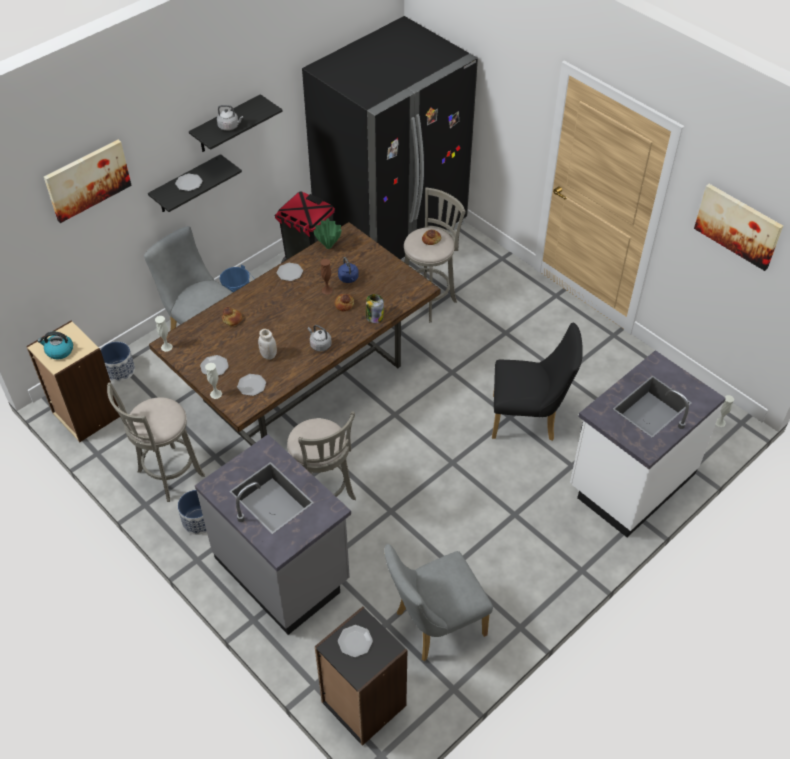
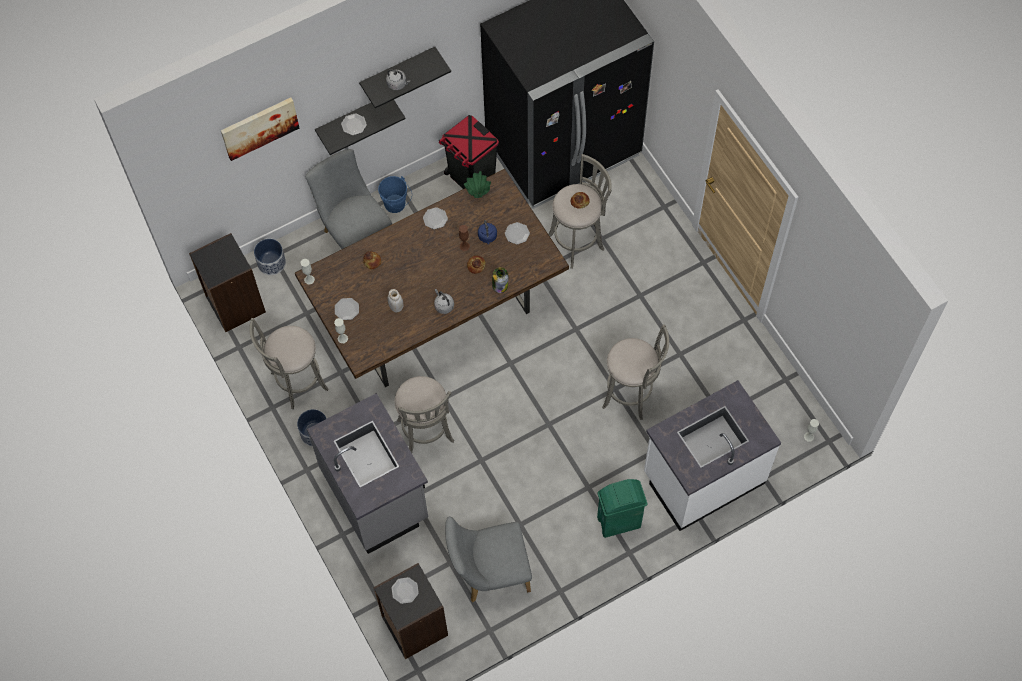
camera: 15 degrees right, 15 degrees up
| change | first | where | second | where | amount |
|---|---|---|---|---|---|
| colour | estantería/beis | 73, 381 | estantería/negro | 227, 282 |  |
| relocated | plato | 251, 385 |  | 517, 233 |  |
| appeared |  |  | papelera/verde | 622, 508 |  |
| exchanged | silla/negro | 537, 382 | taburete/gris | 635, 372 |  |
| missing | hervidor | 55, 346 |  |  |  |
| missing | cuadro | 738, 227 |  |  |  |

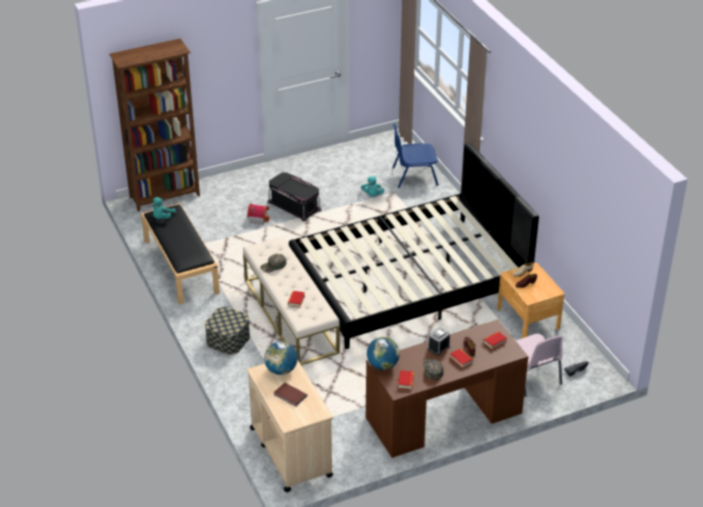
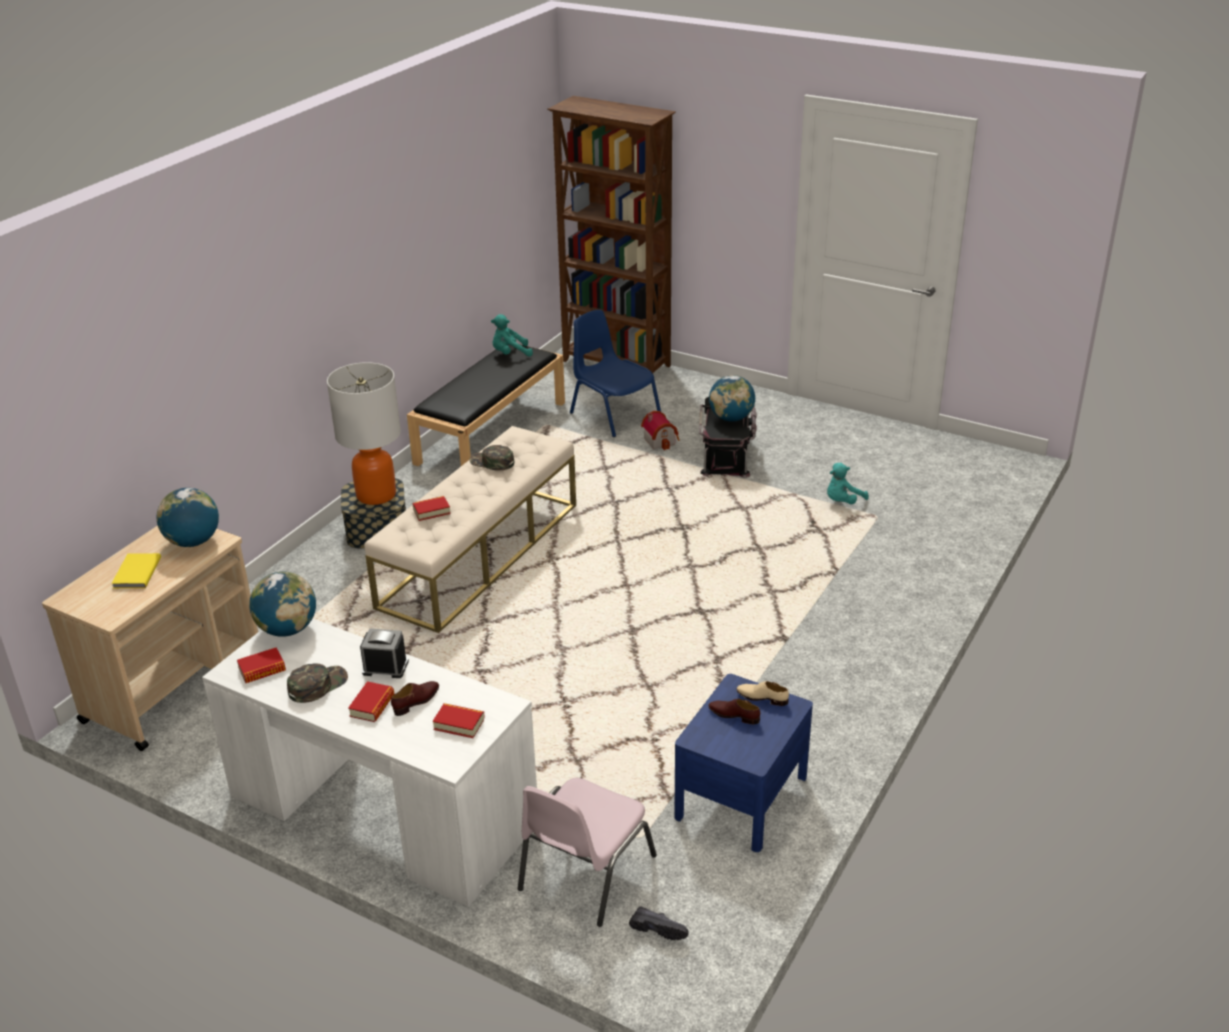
camera: 55 degrees right, 5 degrees down
| change | first | where | second | where | amount |
|---|---|---|---|---|---|
| colour | libro/marrón | 290, 395 | libro/amarillo | 136, 570 |  |
| colour | escritorio/marrón | 447, 388 | escritorio/blanco | 369, 762 |  |
| appeared |  |  | lámpara de mesa | 364, 433 |  |
| relocated | silla/azul | 415, 156 |  | 615, 373 |  |
| colour | mesita de noche/marrón | 531, 300 | mesita de noche/azul | 743, 763 |  |
| appeared |  |  | globo terráqueo | 732, 398 |  |
| missing | cama/negro | 414, 246 |  |  |  |

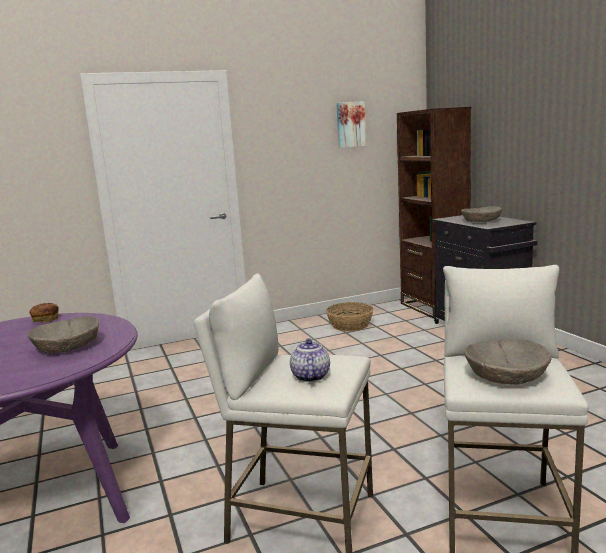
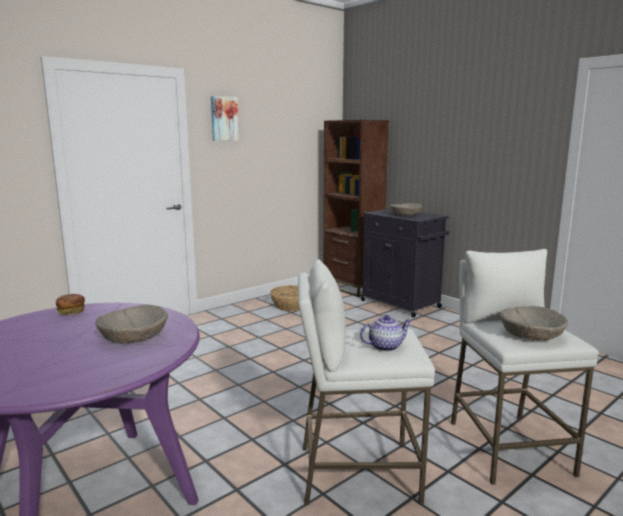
camera: 20 degrees left, 0 degrees up
| change | first | where | second | where | amount |
|---|---|---|---|---|---|
| relocated | cuadro | 351, 124 |  | 225, 118 |  |
| spun | tetera | 310, 360 |  | 385, 333 | 90 degrees clockwise |

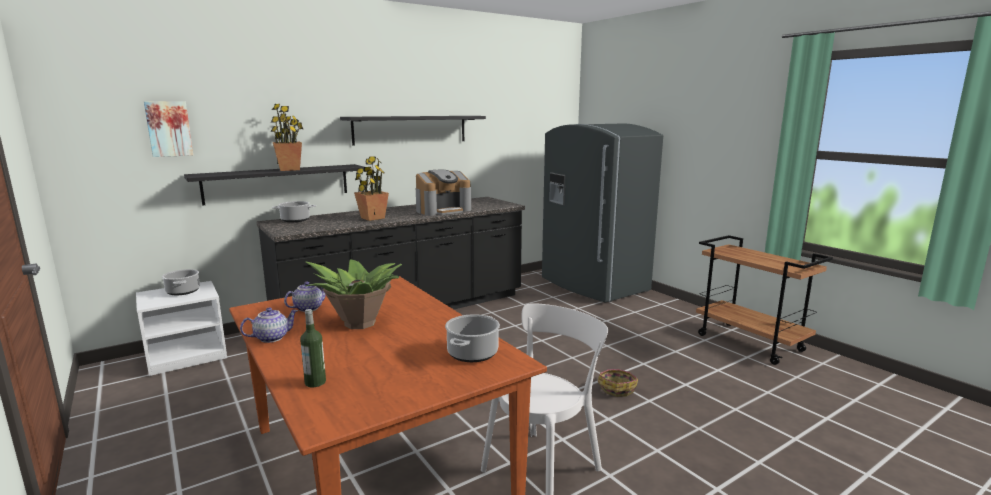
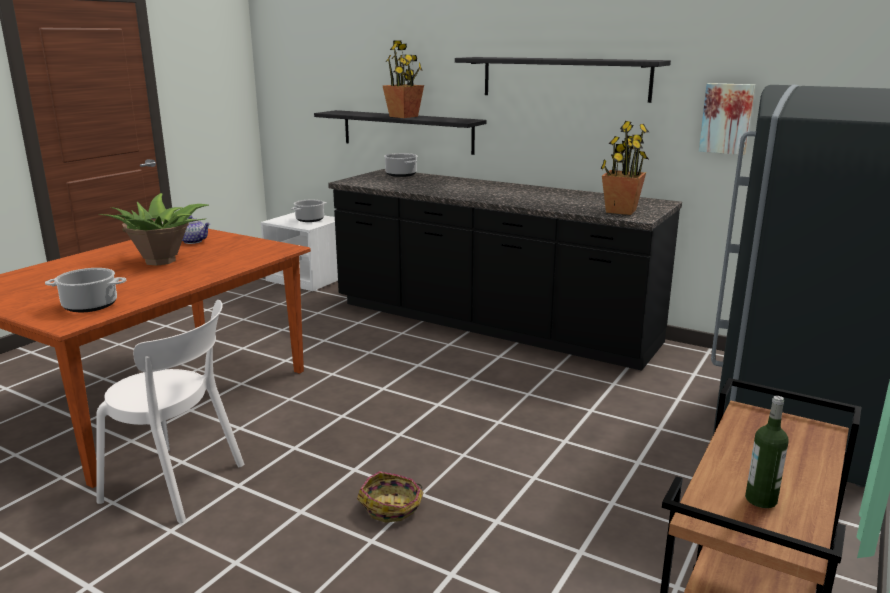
camera: 65 degrees right, 5 degrees up
| change | first | where | second | where | amount |
|---|---|---|---|---|---|
| relocated | planta en maceta | 371, 189 |  | 625, 168 |  |
| relocated | cuadro | 168, 129 |  | 727, 119 |  |
| relocated | botella | 313, 348 |  | 767, 452 |  |
| missing | tetera | 269, 325 |  |  |  |
| missing | cafetera | 443, 193 |  |  |  |

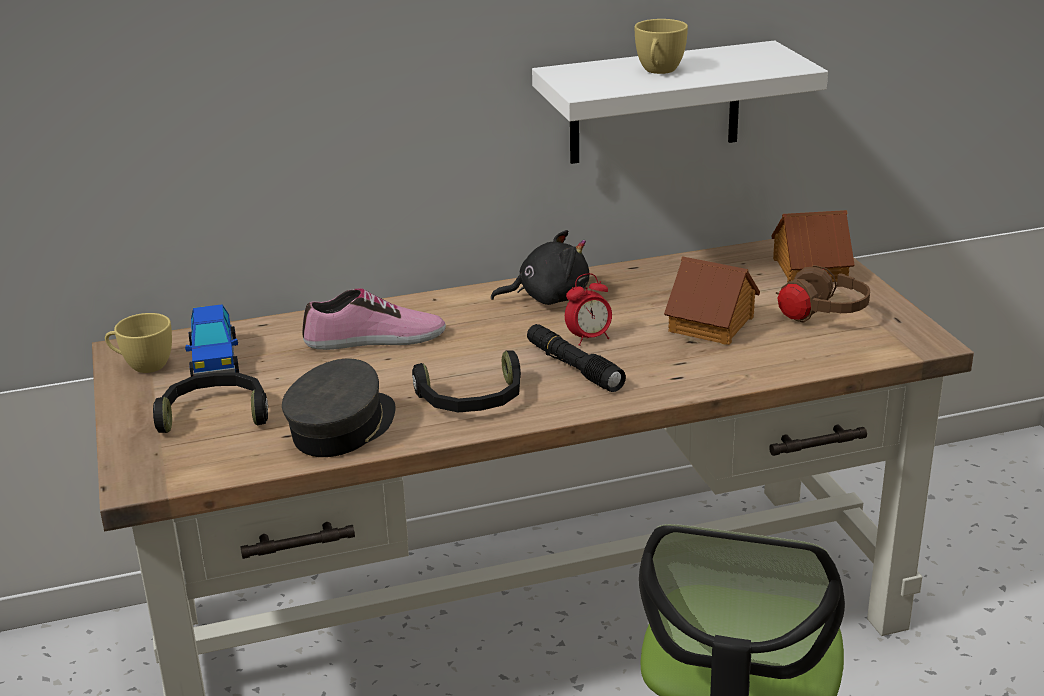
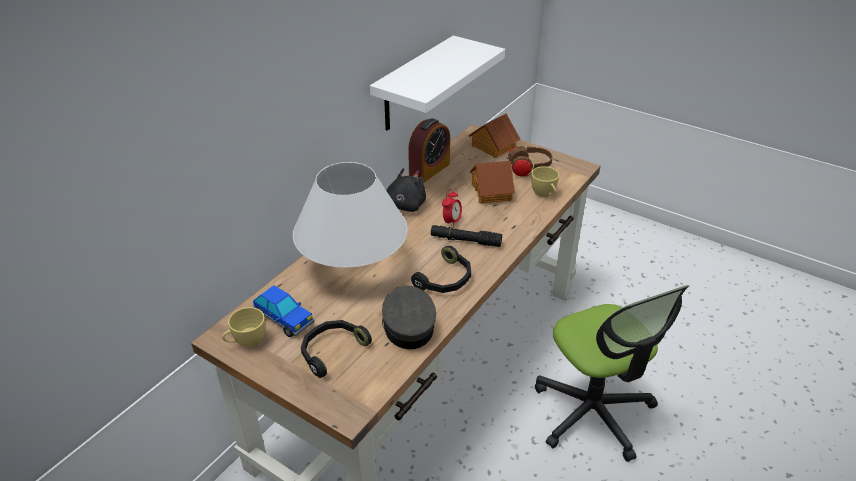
camera: 40 degrees left, 10 degrees up
| change | first | where | second | where | amount |
|---|---|---|---|---|---|
| exchanged | zapato | 374, 319 | lámpara de mesa/blanco | 350, 215 |  |
| appeared |  |  | despertador | 429, 150 |  |
| relocated | taza/amarillo | 661, 46 |  | 545, 181 |  |

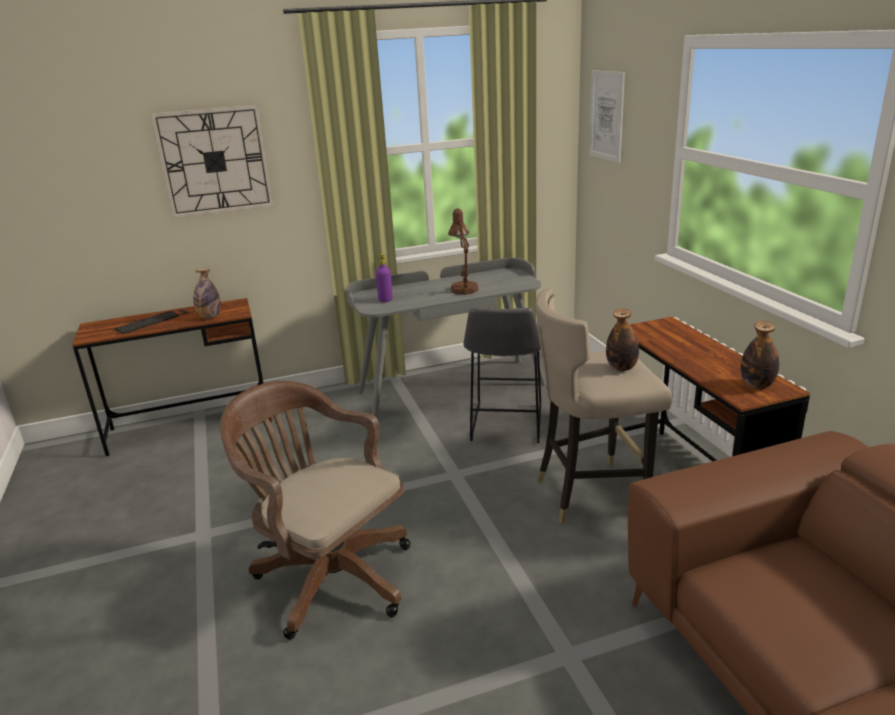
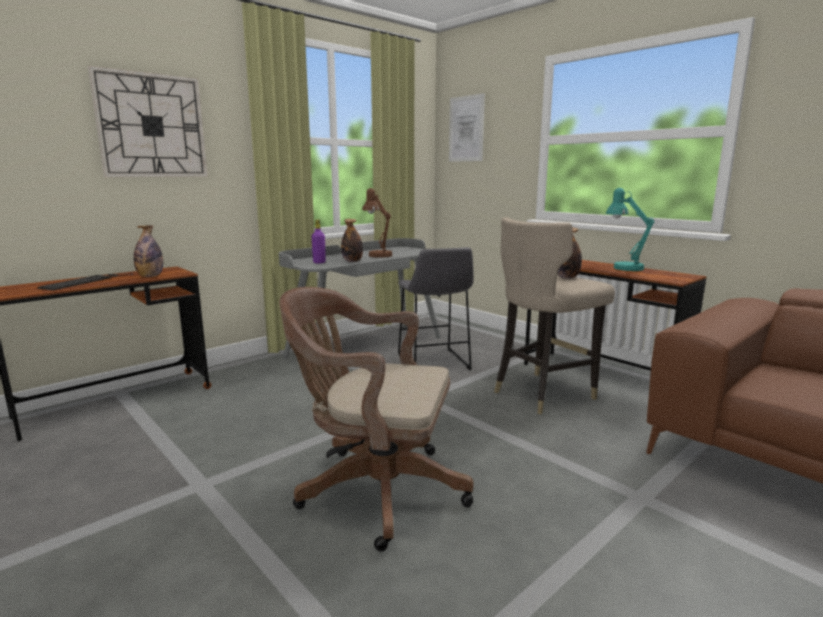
camera: 25 degrees left, 10 degrees down
| change | first | where | second | where | amount |
|---|---|---|---|---|---|
| relocated | botella | 760, 354 |  | 352, 240 |  |
| appeared |  |  | lámpara de mesa/turquesa | 630, 229 |  |

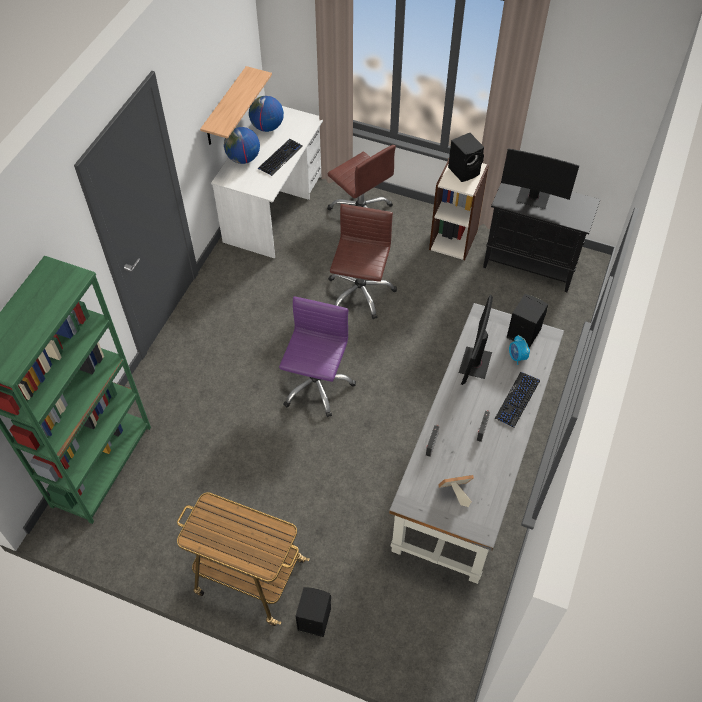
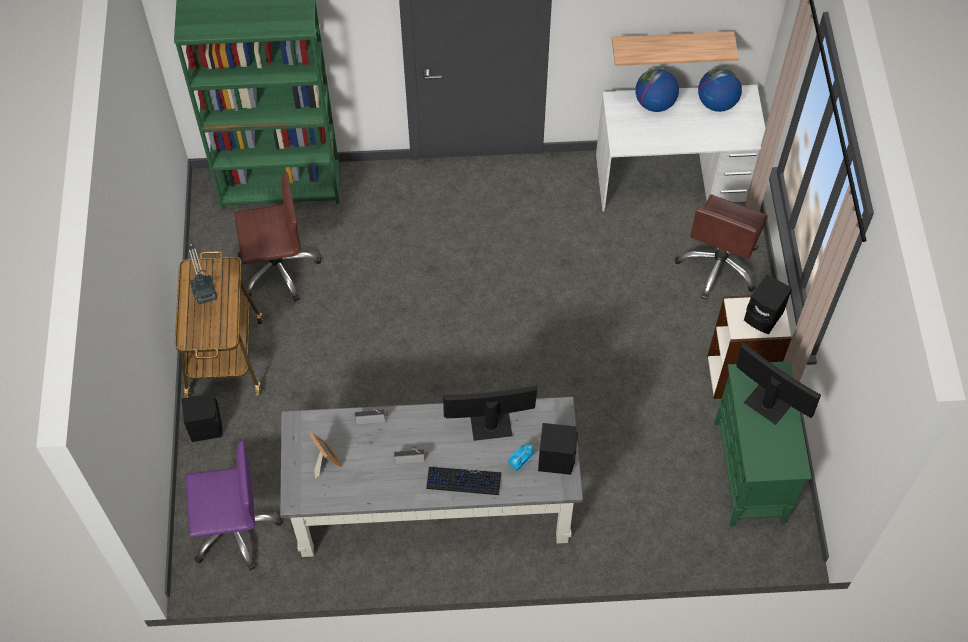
camera: 65 degrees right, 5 degrees up
| change | first | where | second | where | amount |
|---|---|---|---|---|---|
| relocated | silla de oficina/morado | 317, 356 |  | 234, 505 |  |
| appeared |  |  | lámpara de mesa | 203, 273 |  |
| relocated | silla de oficina/marrón | 362, 261 |  | 277, 237 |  |
| colour | armario/negro | 541, 237 | armario/verde | 763, 444 |  |
| spun | monitor | 540, 178 |  | 778, 383 | 135 degrees clockwise |
| missing | teclado | 280, 157 |  |  |  |

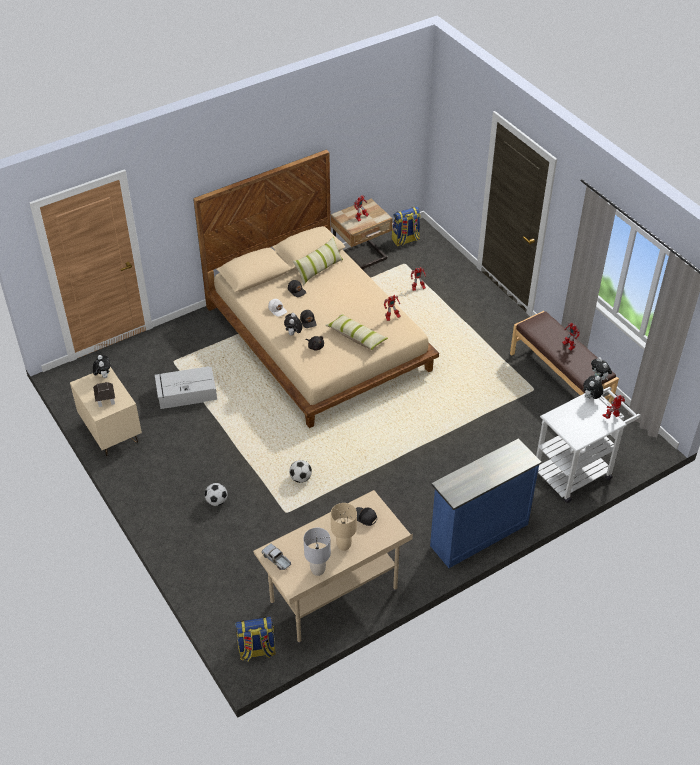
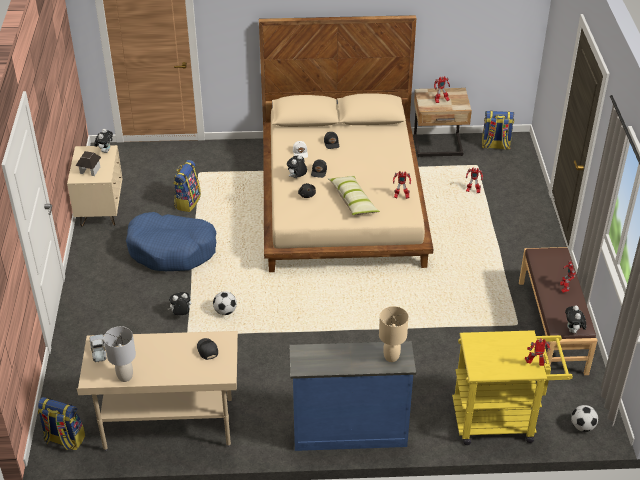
camera: 30 degrees right, 5 degrees down
| change | first | where | second | where | amount |
|---|---|---|---|---|---|
| appeared |  |  | cama para perro/azul | 171, 241 |  |
| relocated | peluche | 593, 387 |  | 179, 303 |  |
| exchanged | caja de almacenaje/gris | 186, 387 | mochila | 187, 186 |  |
| relocated | lámpara de mesa/beis | 344, 527 |  | 394, 334 |  |
| colour | carrito/blanco | 588, 445 | carrito/amarillo | 512, 387 |  |
| relocated | balón de fútbol | 216, 494 |  | 584, 418 |  |
| missing | cojín | 318, 261 |  |  |  |

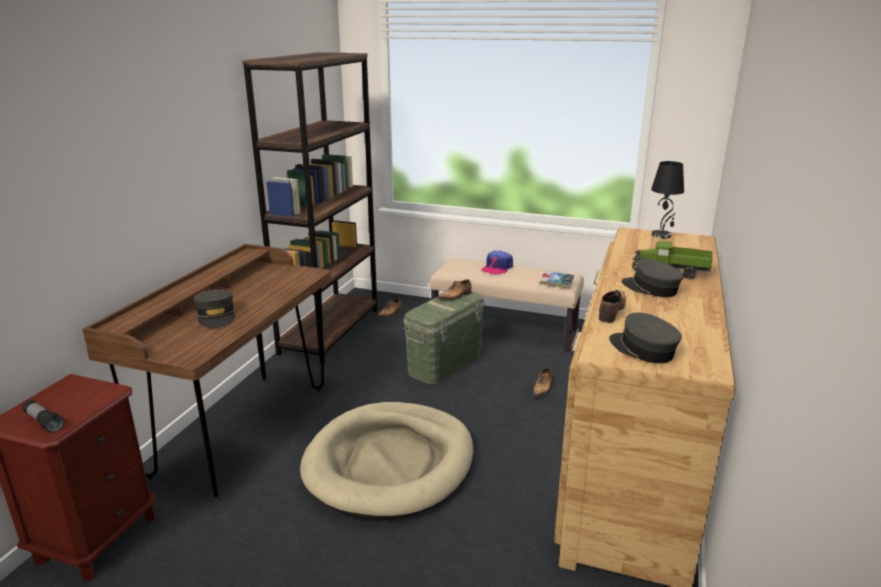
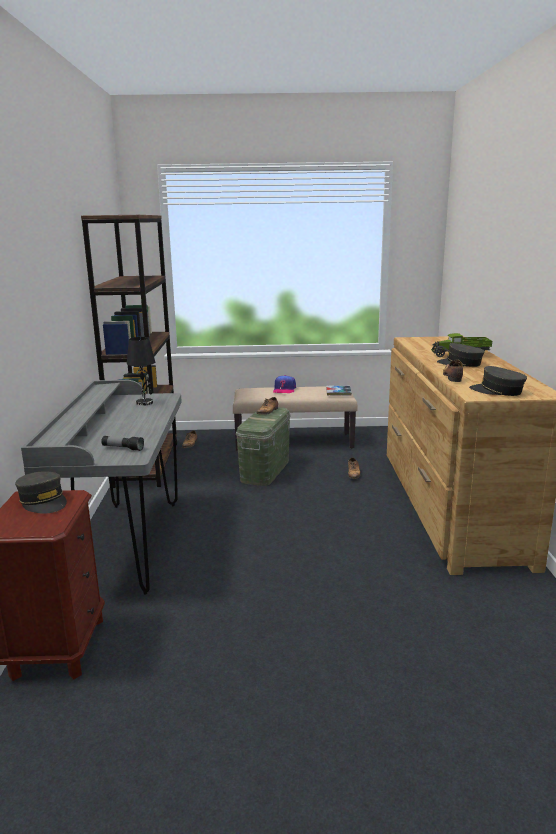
camera: 20 degrees left, 5 degrees down
| change | first | where | second | where | amount |
|---|---|---|---|---|---|
| relocated | gorra/gris | 214, 308 |  | 41, 493 |  |
| colour | escritorio/marrón | 206, 370 | escritorio/gris | 101, 487 |  |
| relocated | linterna | 44, 416 |  | 122, 443 |  |
| relocated | lámpara de mesa/negro | 667, 199 |  | 141, 371 |  |
| missing | cama para perro/beis | 386, 460 |  |  |  |

